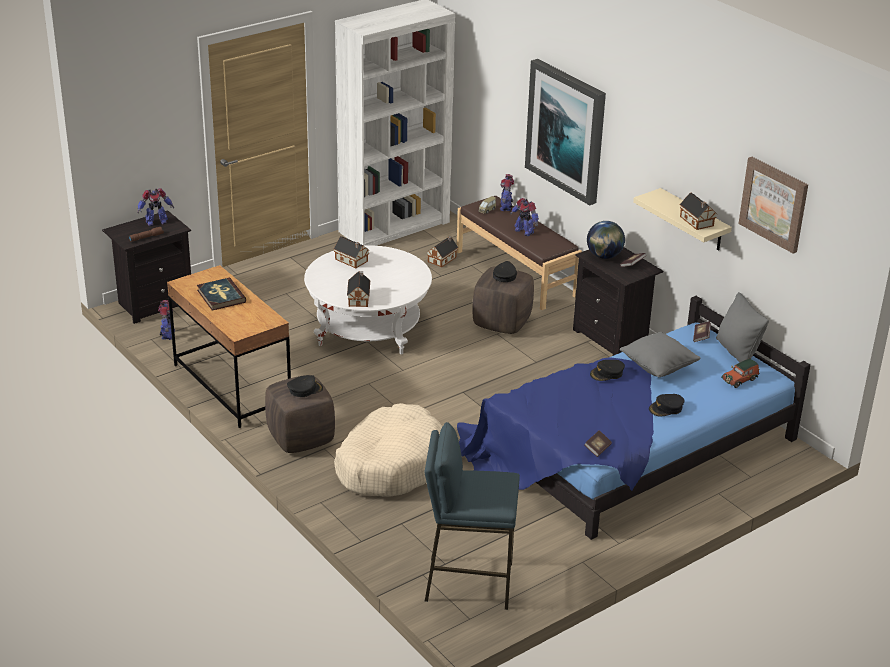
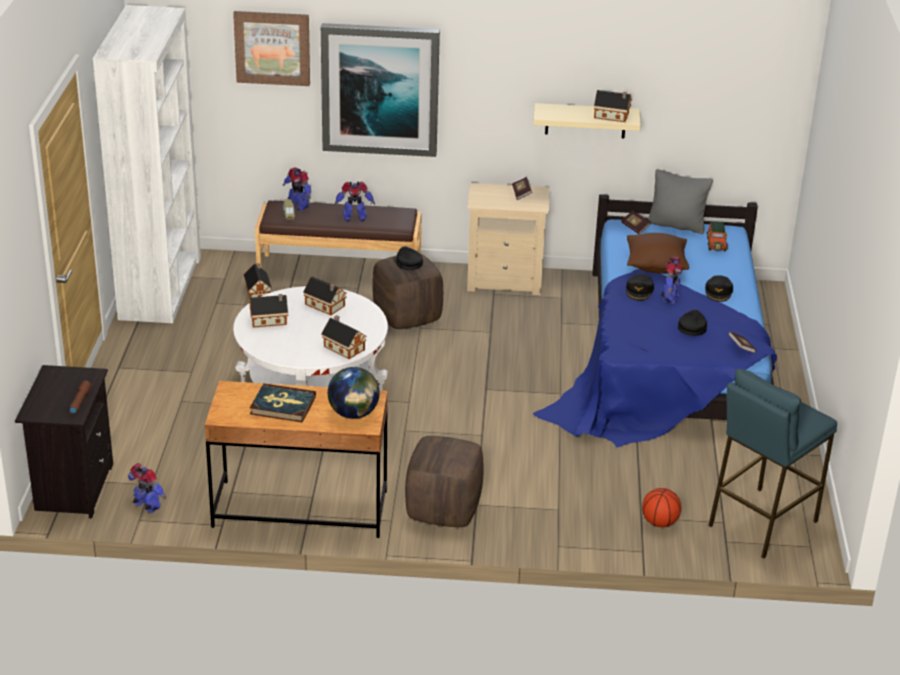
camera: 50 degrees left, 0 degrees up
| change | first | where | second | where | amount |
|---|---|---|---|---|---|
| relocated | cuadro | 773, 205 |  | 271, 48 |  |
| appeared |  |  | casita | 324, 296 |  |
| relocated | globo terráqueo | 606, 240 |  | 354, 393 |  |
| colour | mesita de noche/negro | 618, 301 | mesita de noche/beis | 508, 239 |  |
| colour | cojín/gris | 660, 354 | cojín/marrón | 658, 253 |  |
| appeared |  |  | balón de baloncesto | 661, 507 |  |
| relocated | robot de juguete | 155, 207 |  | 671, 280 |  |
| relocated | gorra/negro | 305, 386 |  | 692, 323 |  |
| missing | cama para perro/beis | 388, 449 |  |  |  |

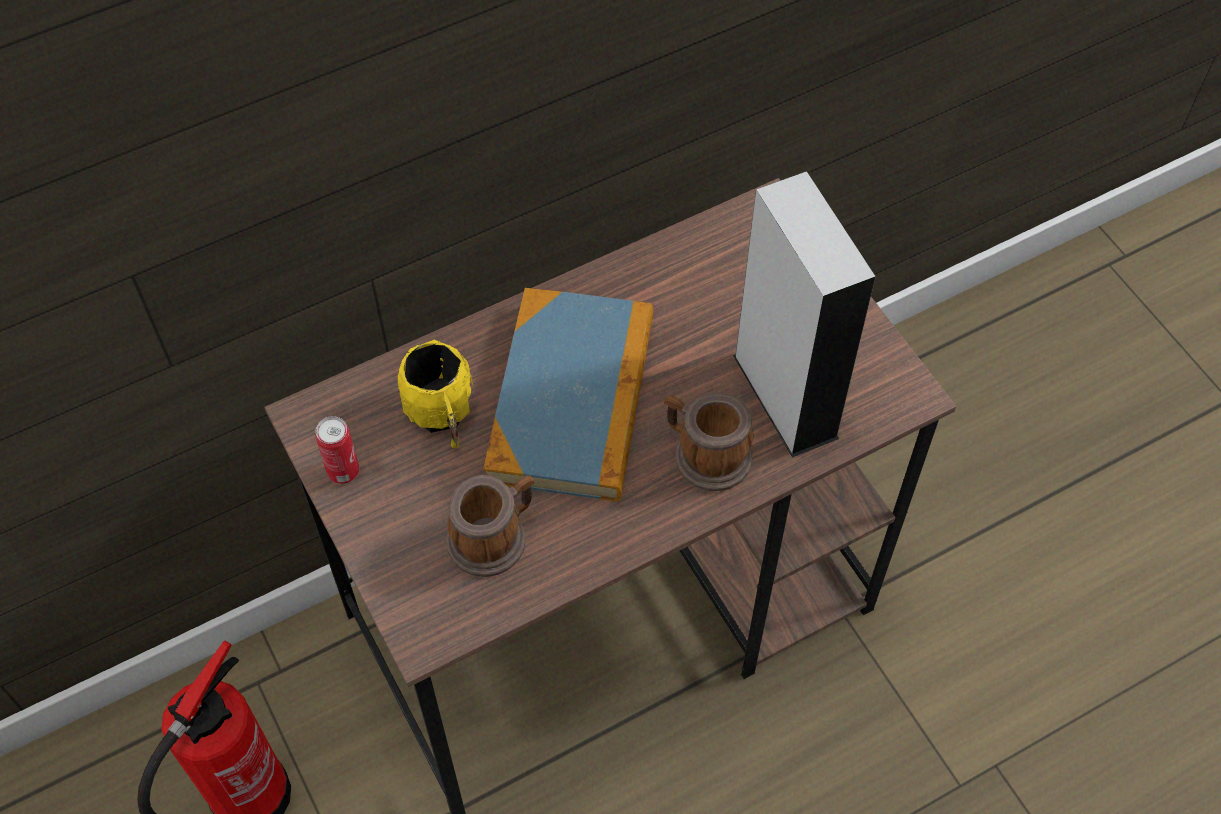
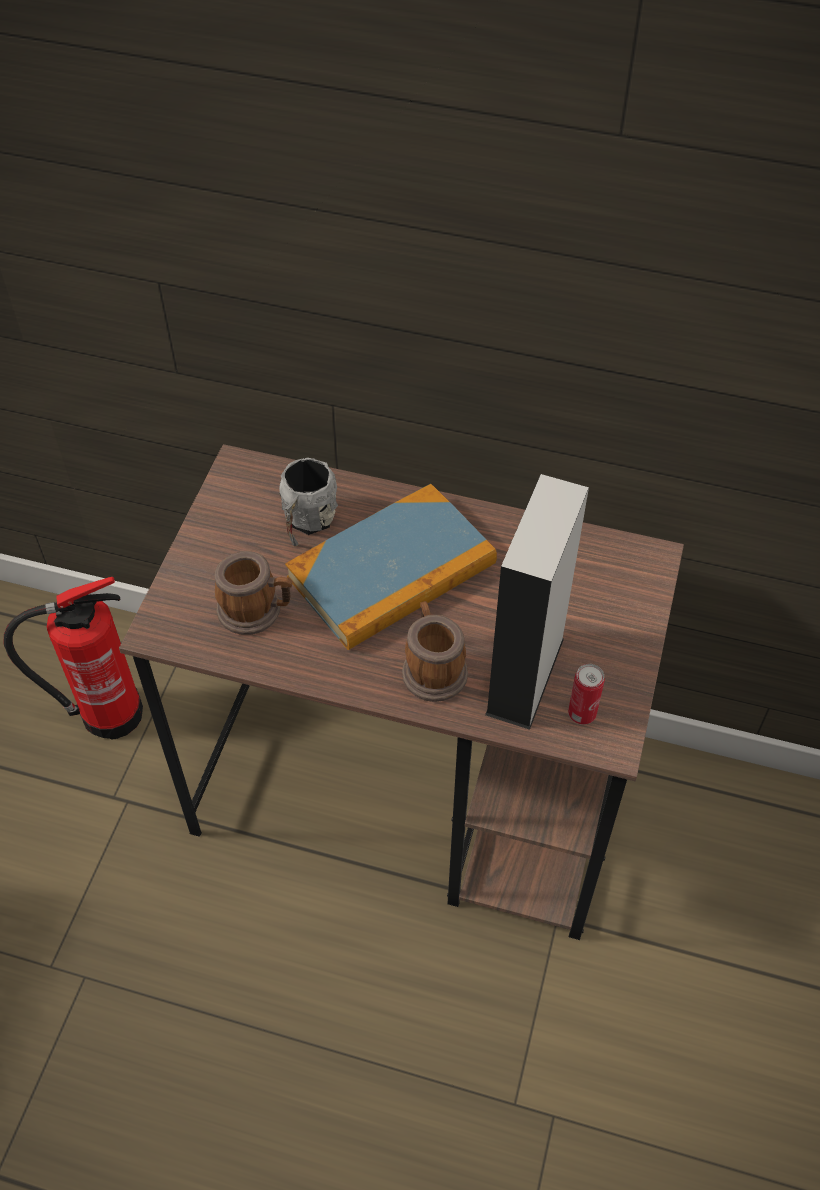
camera: 45 degrees right, 5 degrees down
| change | first | where | second | where | amount |
|---|---|---|---|---|---|
| colour | taza grande/amarillo | 435, 394 | taza grande/gris | 308, 502 |  |
| relocated | lata | 337, 450 |  | 586, 694 |  |

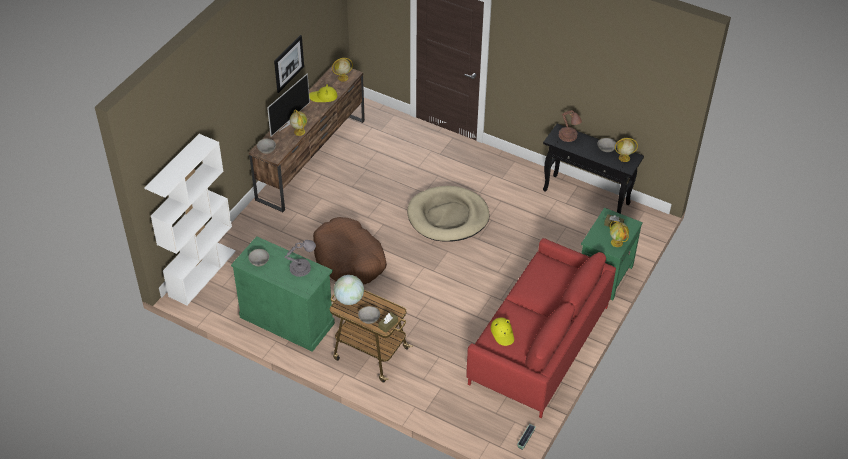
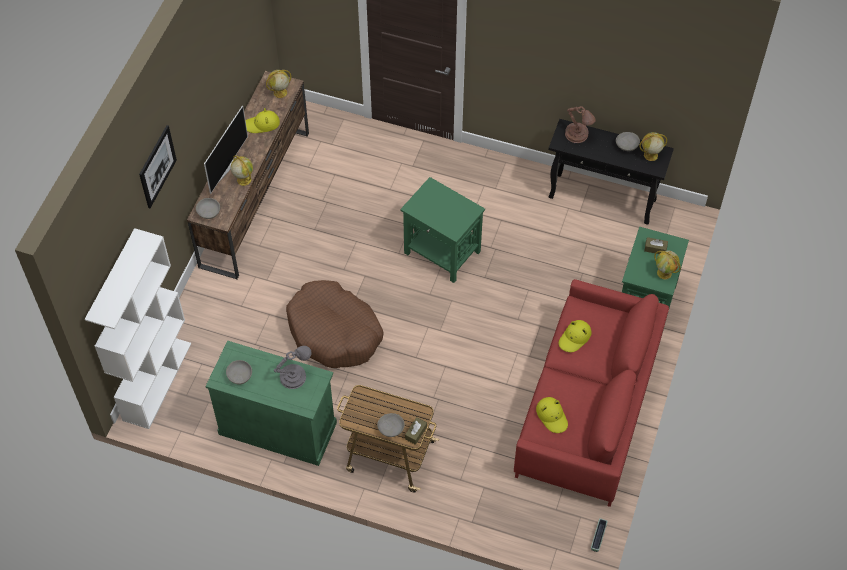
camera: 10 degrees left, 10 degrees up
| change | first | where | second | where | amount |
|---|---|---|---|---|---|
| relocated | cuadro | 289, 64 |  | 158, 166 |  |
| exchanged | cama para perro/beis | 448, 214 | mesa auxiliar/verde | 442, 230 |  |
| appeared |  |  | sombrero/amarillo | 575, 336 |  |
| missing | globo terráqueo | 349, 290 |  |  |  |

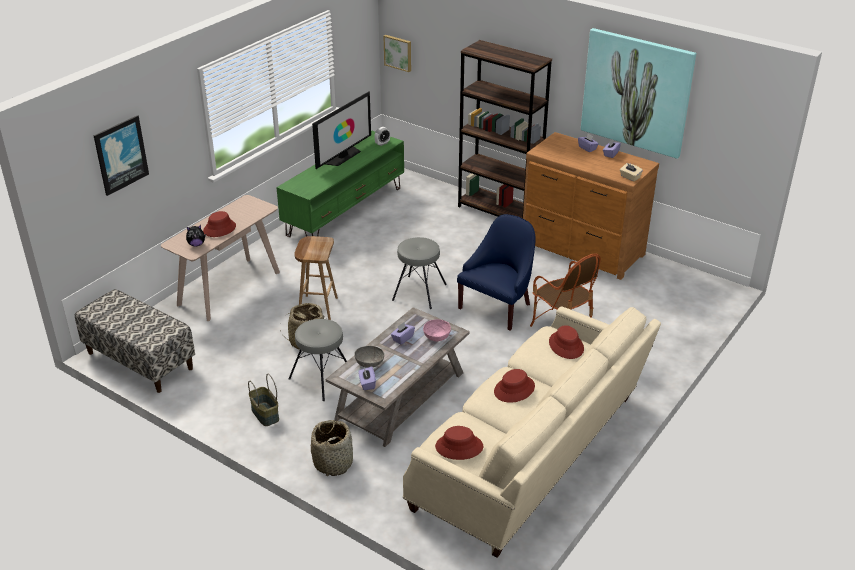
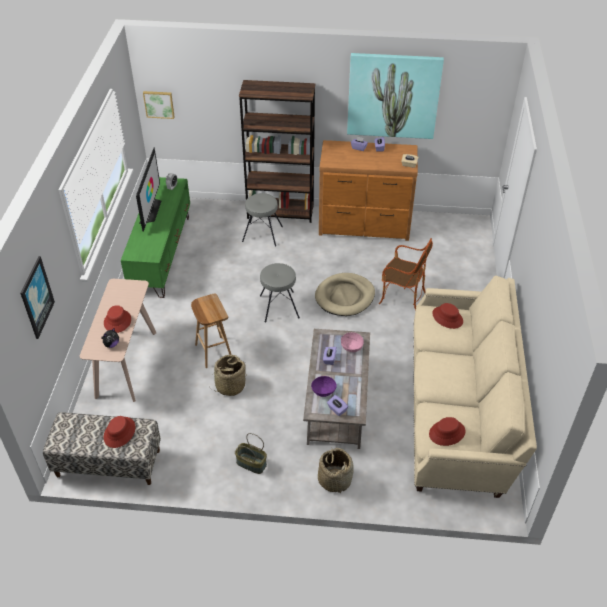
camera: 30 degrees left, 10 degrees up
| change | first | where | second | where | amount |
|---|---|---|---|---|---|
| relocated | sombrero/rojo | 514, 386 |  | 120, 432 |  |
| relocated | taburete/gris | 318, 360 |  | 262, 220 |  |
| colour | cuenco/gris | 369, 357 | cuenco/morado | 324, 386 |  |
| exchanged | sillón/azul | 496, 272 | cama para perro/beis | 345, 294 |  |

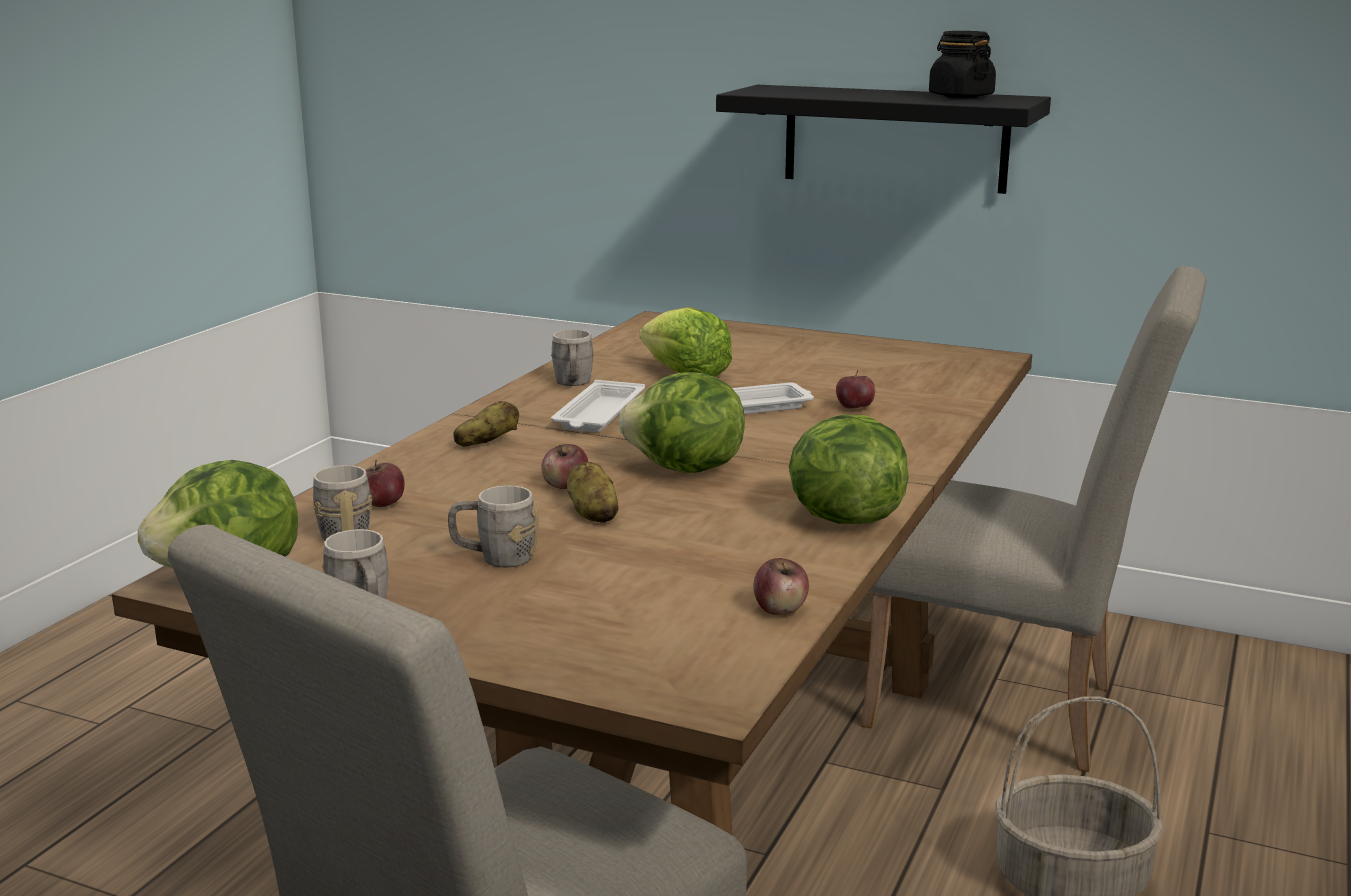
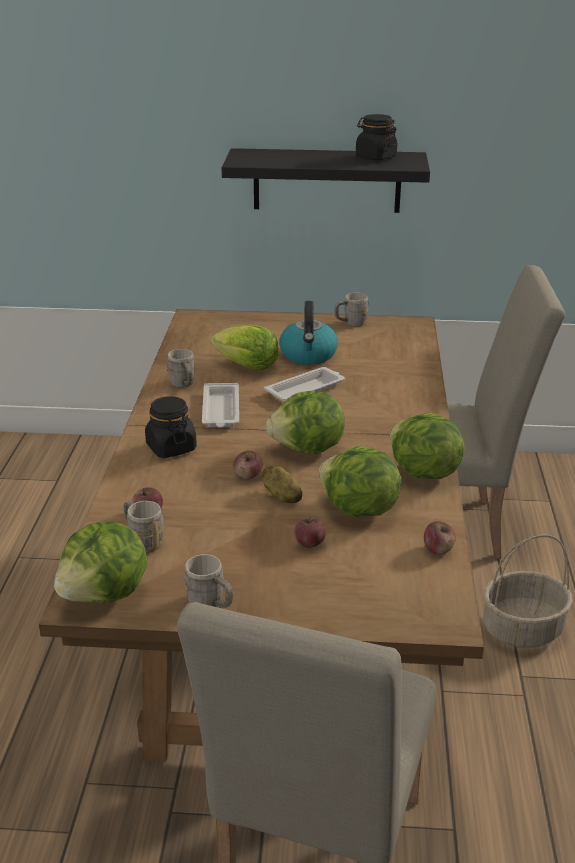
camera: 20 degrees left, 10 degrees up
| change | first | where | second | where | amount |
|---|---|---|---|---|---|
| exchanged | patata | 486, 423 | tarro/negro | 171, 427 |  |
| appeared |  |  | hervidor | 308, 333 |  |
| relocated | manzana | 855, 389 |  | 310, 532 |  |
| appeared |  |  | lechuga | 360, 481 |  |
| relocated | taza grande/gris | 493, 526 |  | 351, 309 |  |

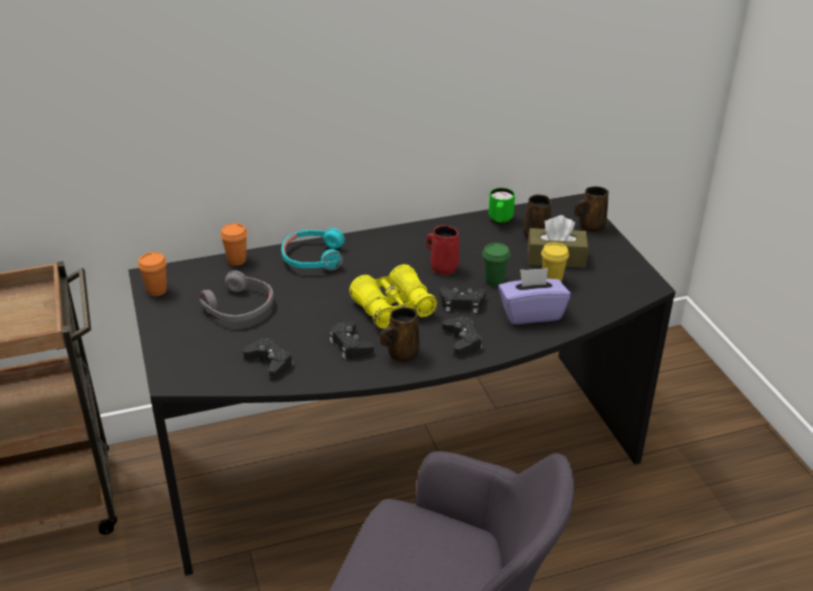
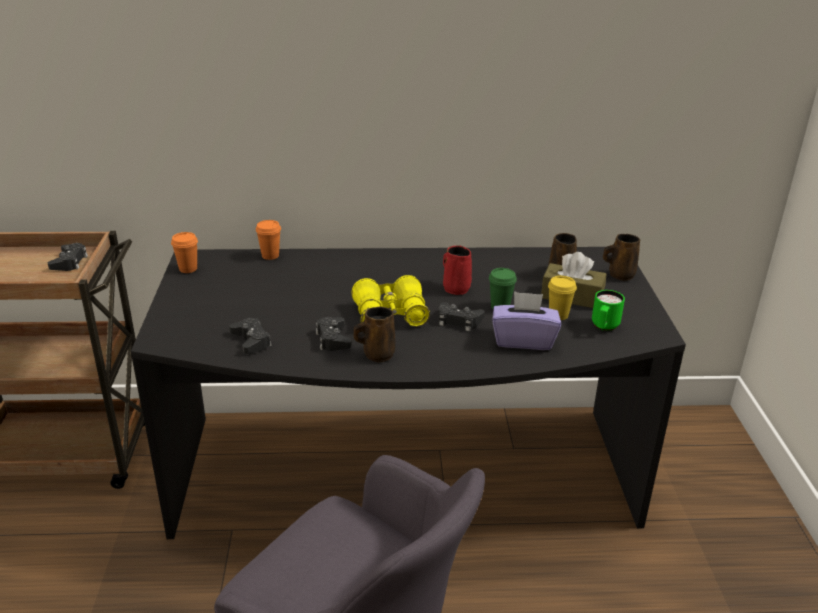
camera: 15 degrees right, 5 degrees down
| change | first | where | second | where | amount |
|---|---|---|---|---|---|
| relocated | mando de consola/negro | 462, 335 |  | 68, 257 |  |
| relocated | taza grande/verde | 501, 205 |  | 608, 310 |  |
| missing | auriculares/gris | 236, 296 |  |  |  |
| missing | auriculares/turquesa | 313, 249 |  |  |  |

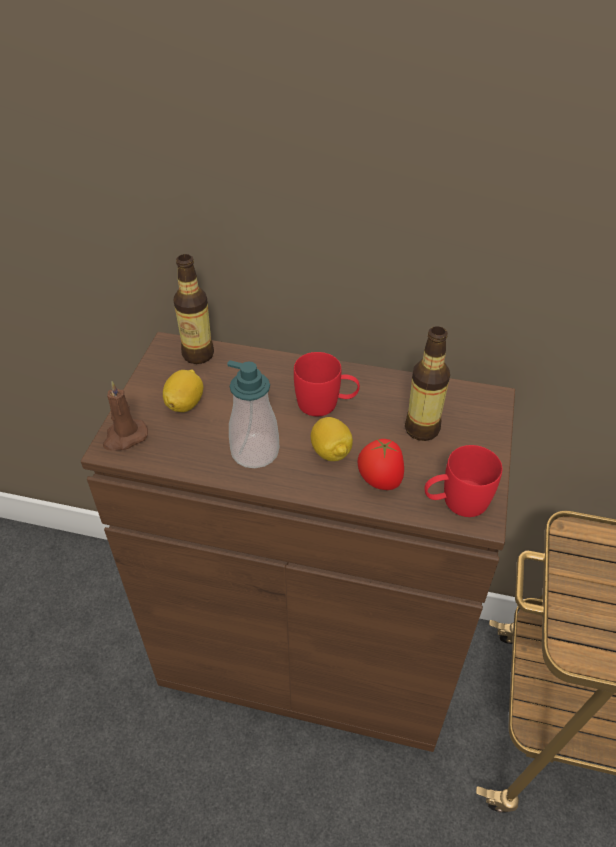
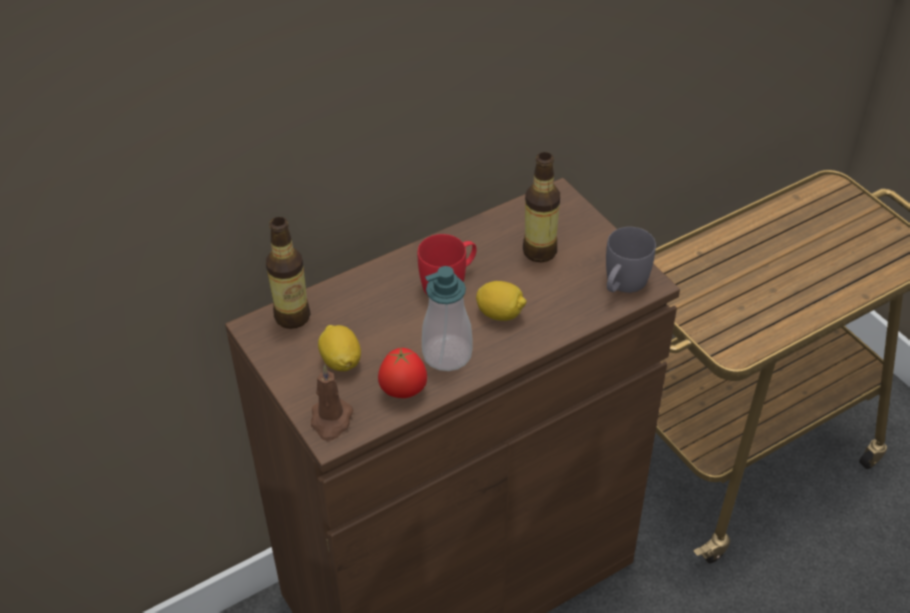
camera: 45 degrees left, 0 degrees up
| change | first | where | second | where | amount |
|---|---|---|---|---|---|
| relocated | tomate | 381, 464 |  | 402, 373 |  |
| colour | taza grande/rojo | 463, 481 | taza grande/gris | 631, 260 |  |

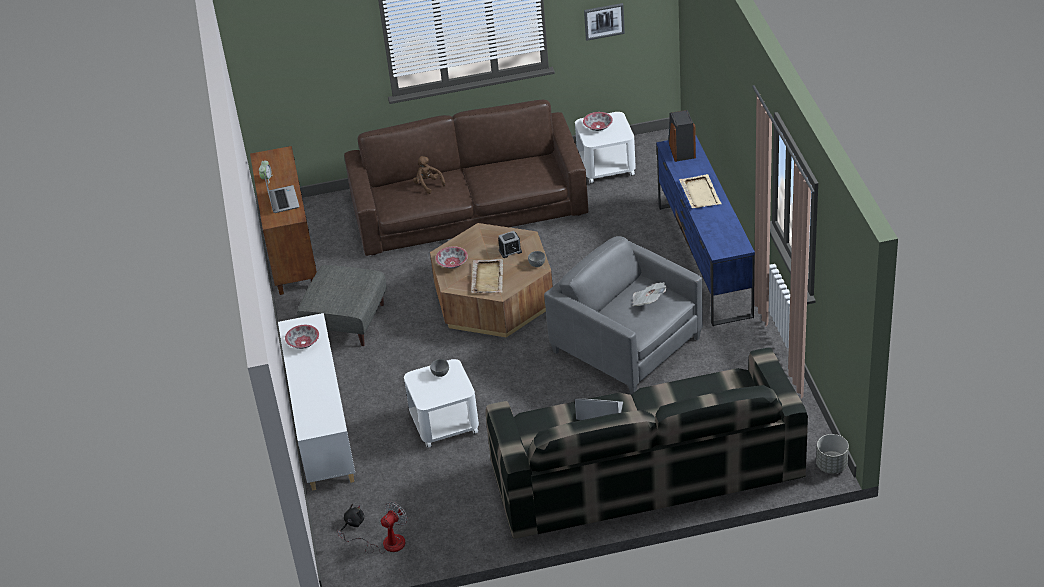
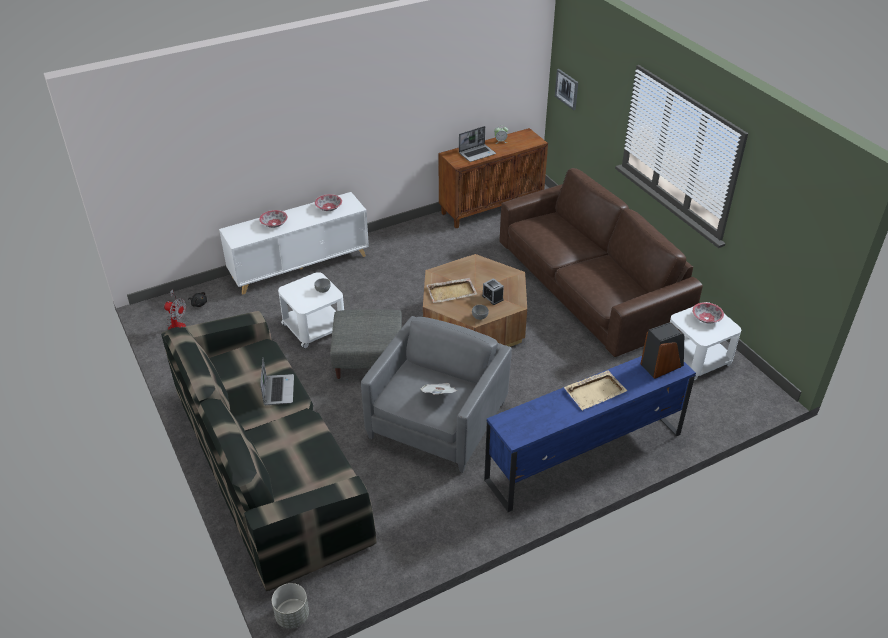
camera: 70 degrees right, 0 degrees up
| change | first | where | second | where | amount |
|---|---|---|---|---|---|
| relocated | cuenco | 451, 257 |  | 273, 219 |  |
| relocated | puf/gris | 341, 305 |  | 366, 344 |  |
| relocated | cuadro | 604, 22 |  | 566, 89 |  |
| missing | peluche/marrón | 429, 175 |  |  |  |

